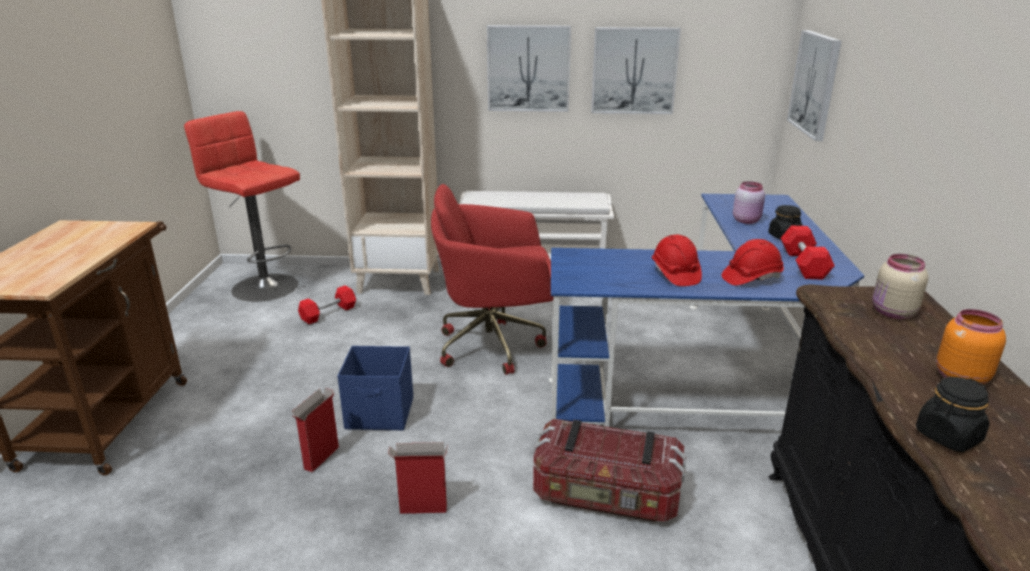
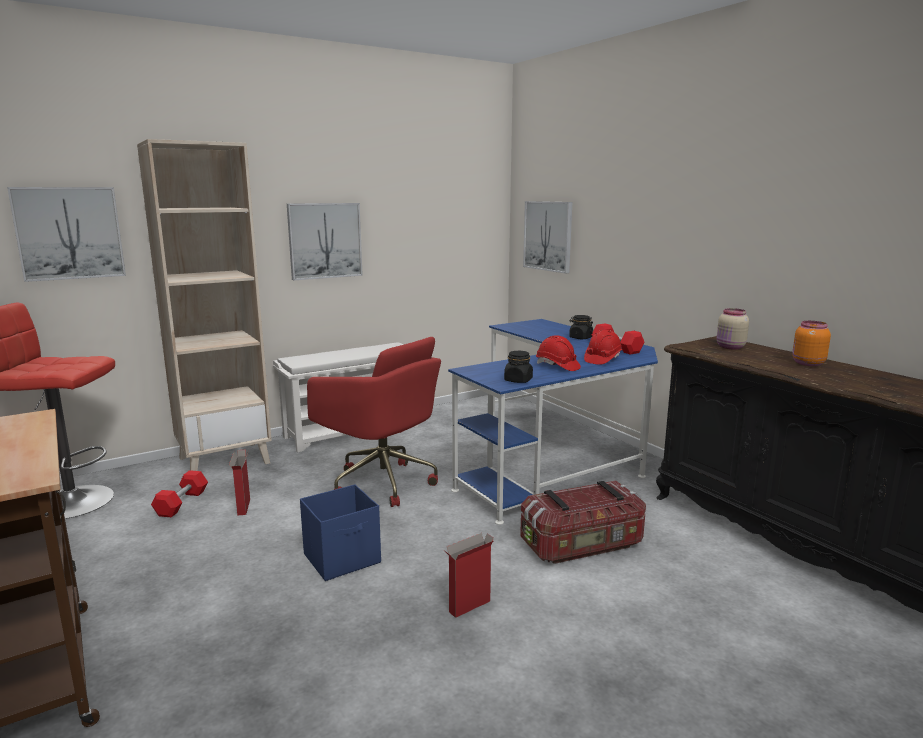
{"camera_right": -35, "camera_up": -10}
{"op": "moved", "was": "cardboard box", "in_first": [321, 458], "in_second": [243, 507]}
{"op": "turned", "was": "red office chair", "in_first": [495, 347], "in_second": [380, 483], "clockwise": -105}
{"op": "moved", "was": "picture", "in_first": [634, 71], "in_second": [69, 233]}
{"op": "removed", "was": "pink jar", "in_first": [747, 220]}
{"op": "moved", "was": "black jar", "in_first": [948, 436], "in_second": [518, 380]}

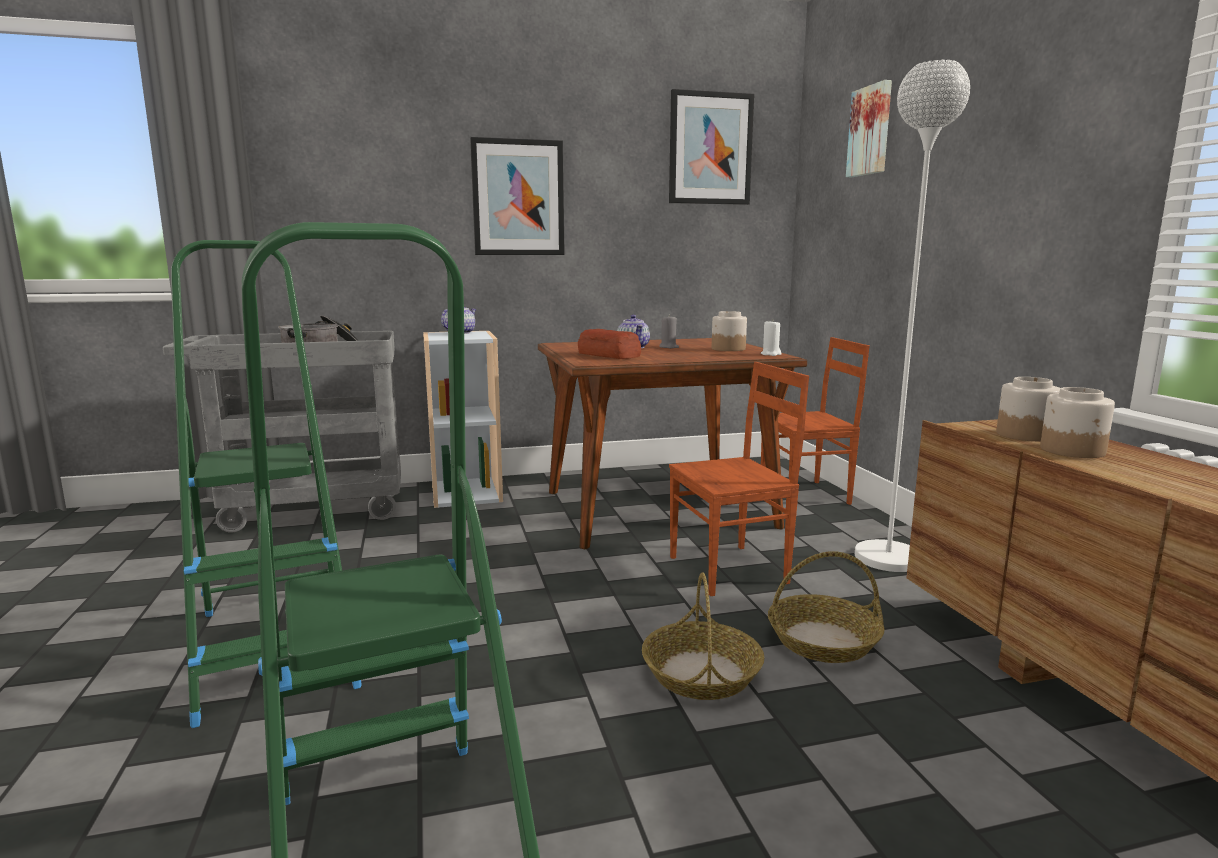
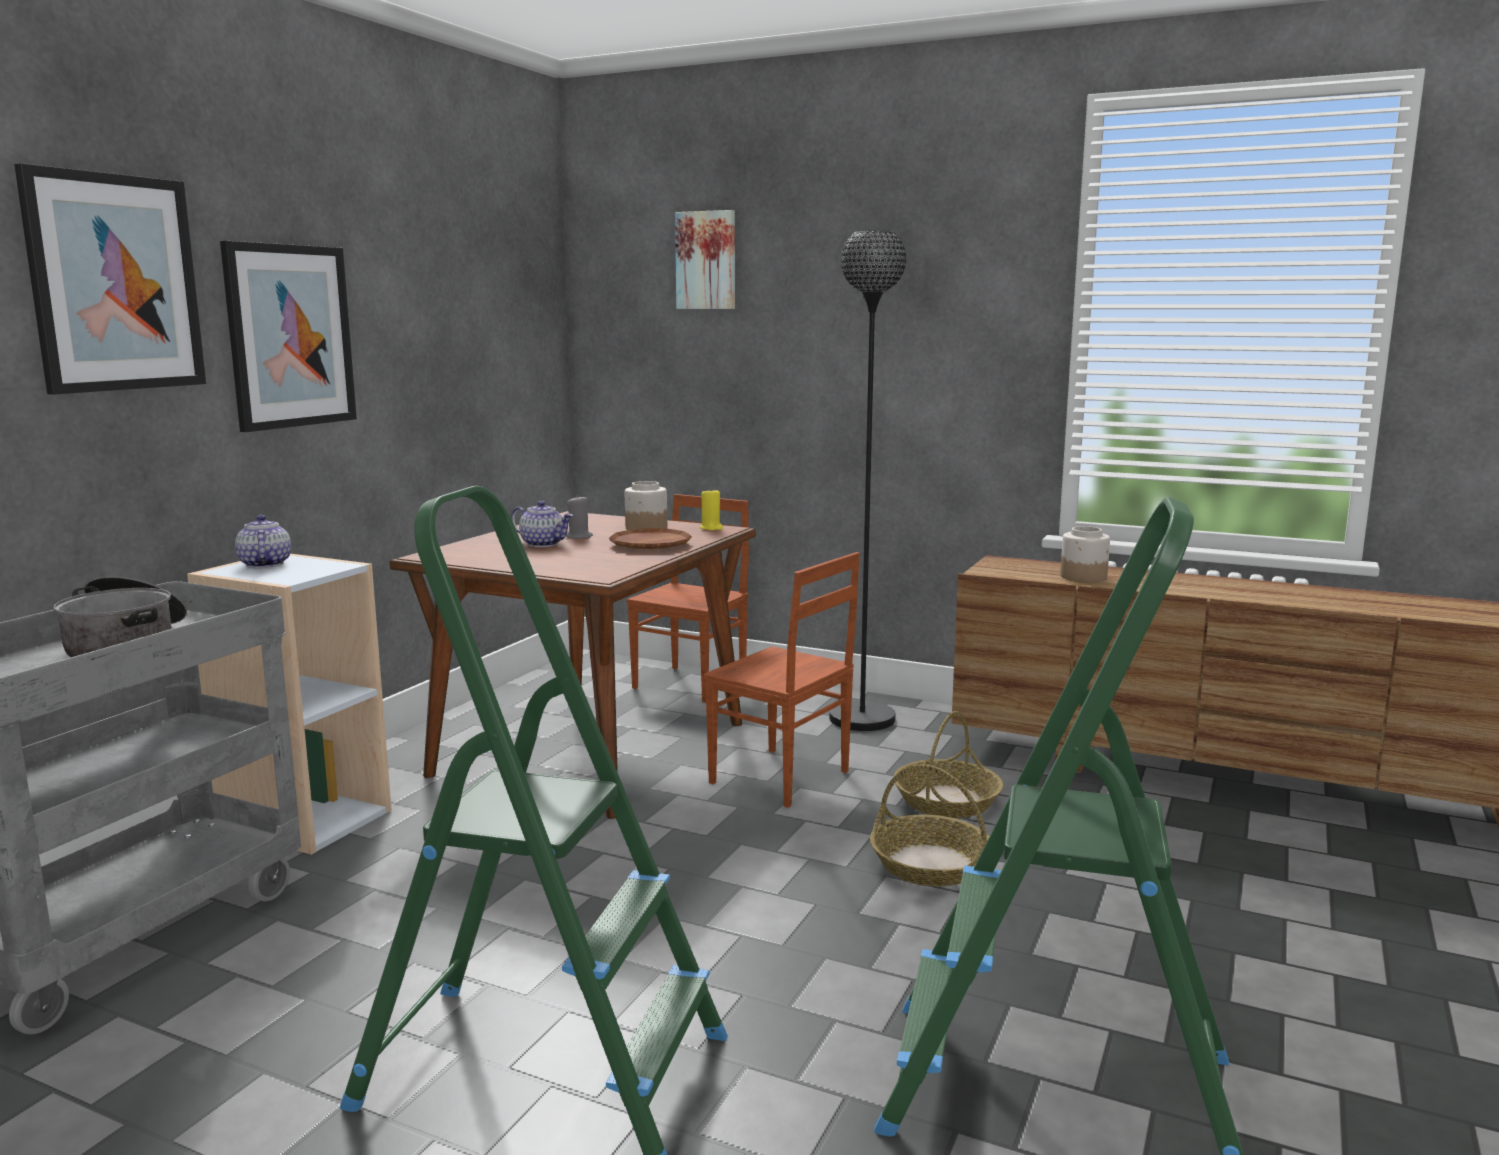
{"camera_right": -50, "camera_up": 0}
{"op": "removed", "was": "bread", "in_first": [609, 355]}
{"op": "moved", "was": "picture", "in_first": [710, 149], "in_second": [115, 283]}
{"op": "turned", "was": "brown chair", "in_first": [730, 570], "in_second": [780, 778], "clockwise": 105}
{"op": "recoloured", "was": "white candle", "now": "yellow candle", "in_first": [771, 354], "in_second": [711, 528]}
{"op": "recoloured", "was": "white floor lamp", "now": "black floor lamp", "in_first": [887, 558], "in_second": [861, 719]}
{"op": "removed", "was": "jar", "in_first": [1025, 435]}
{"op": "added", "now": "brown plate", "in_second": [650, 545]}

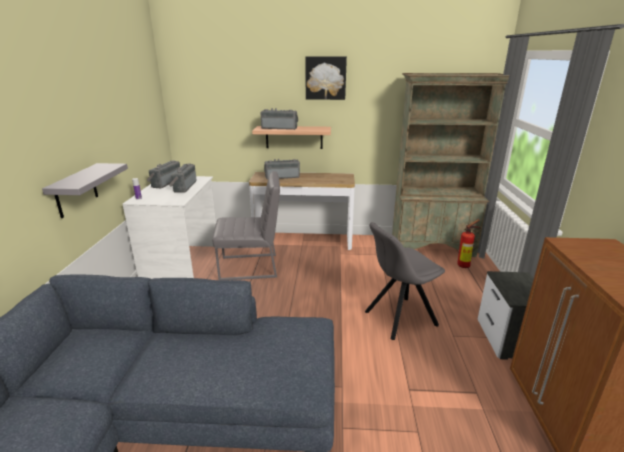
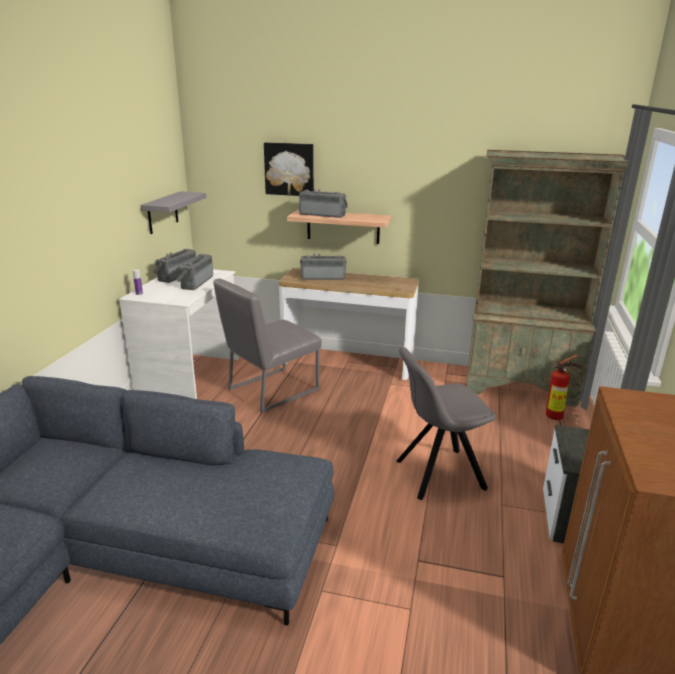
{"camera_right": 10, "camera_up": 0}
{"op": "moved", "was": "grey shelf", "in_first": [76, 190], "in_second": [162, 212]}
{"op": "turned", "was": "grey chair", "in_first": [251, 267], "in_second": [271, 390], "clockwise": 135}
{"op": "moved", "was": "picture", "in_first": [325, 78], "in_second": [289, 169]}

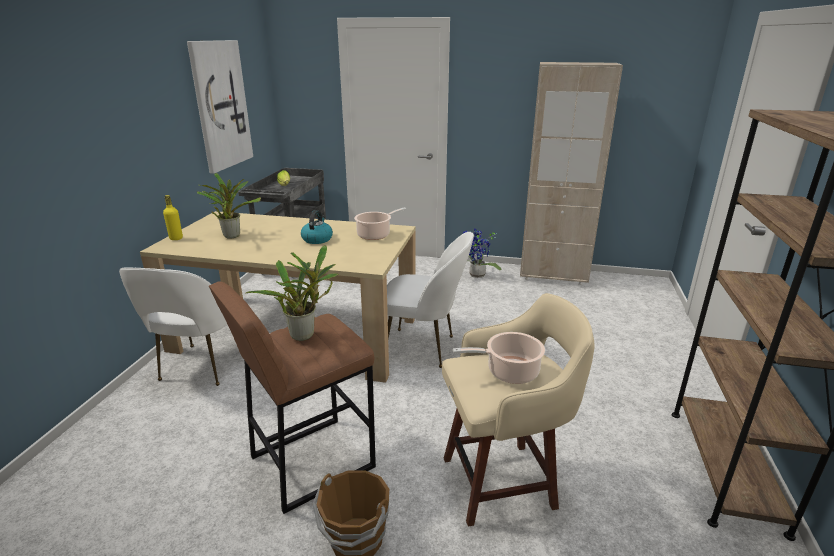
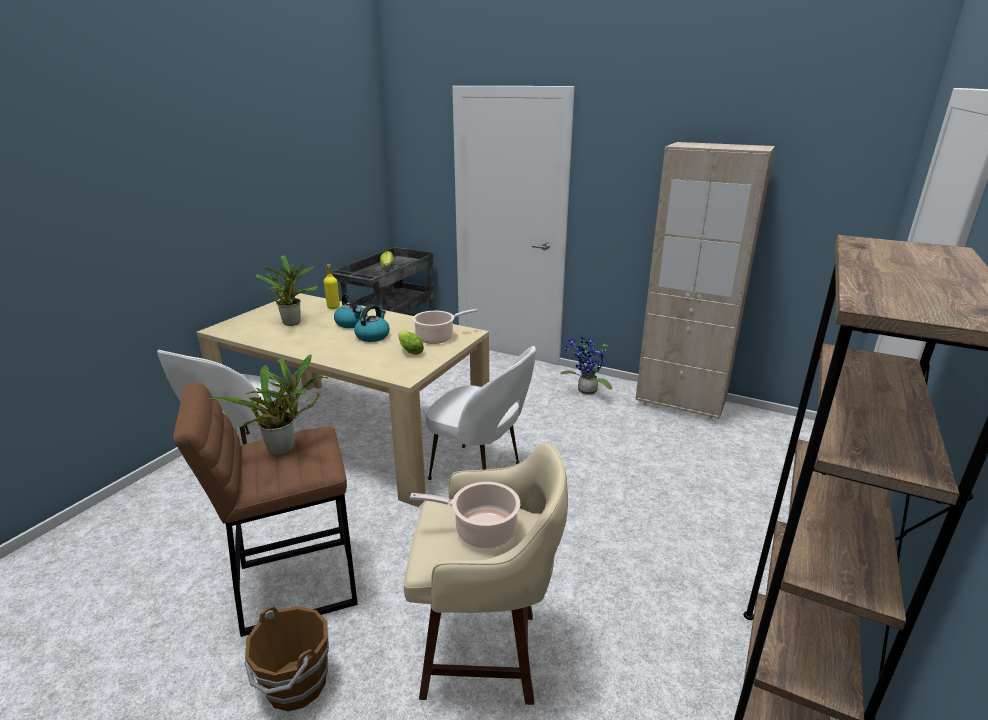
{"camera_right": 15, "camera_up": 0}
{"op": "moved", "was": "yellow bottle", "in_first": [176, 238], "in_second": [333, 307]}
{"op": "removed", "was": "picture", "in_first": [220, 105]}
{"op": "added", "now": "kettle", "in_second": [352, 323]}
{"op": "added", "now": "lettuce", "in_second": [409, 350]}

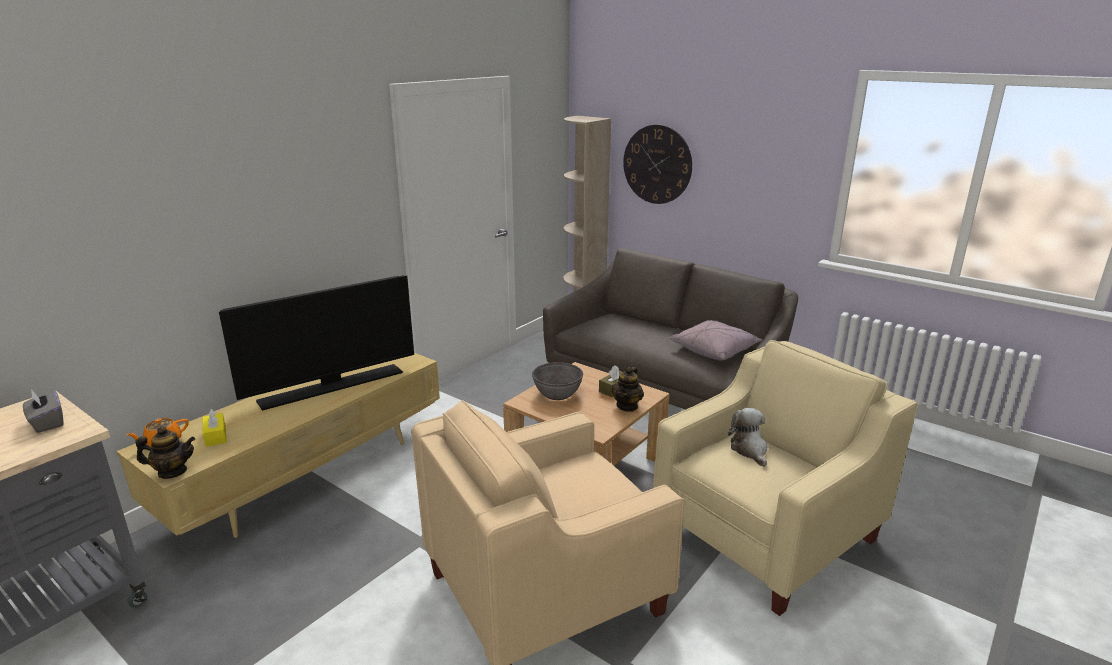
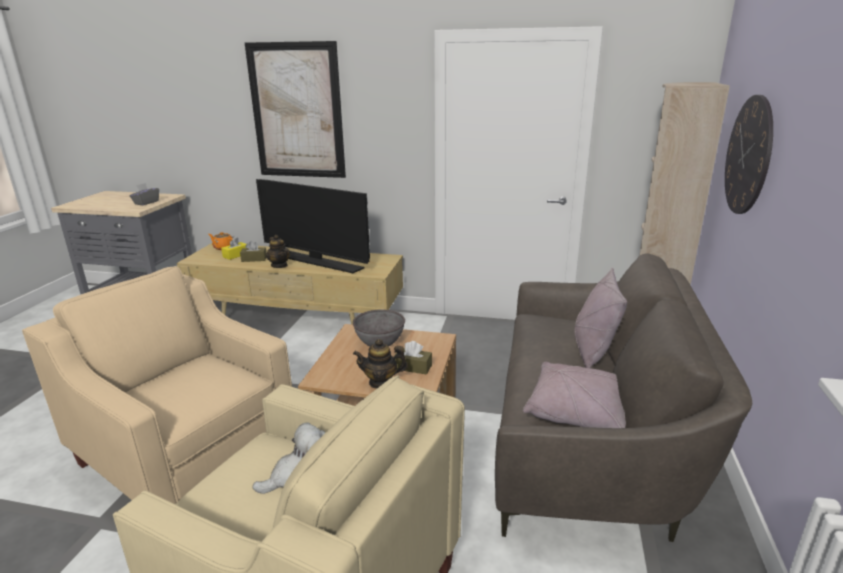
{"camera_right": 65, "camera_up": 0}
{"op": "moved", "was": "teapot", "in_first": [172, 472], "in_second": [279, 265]}
{"op": "added", "now": "brown tissue box", "in_second": [254, 259]}
{"op": "added", "now": "picture", "in_second": [297, 111]}
{"op": "added", "now": "purple pillow", "in_second": [592, 351]}

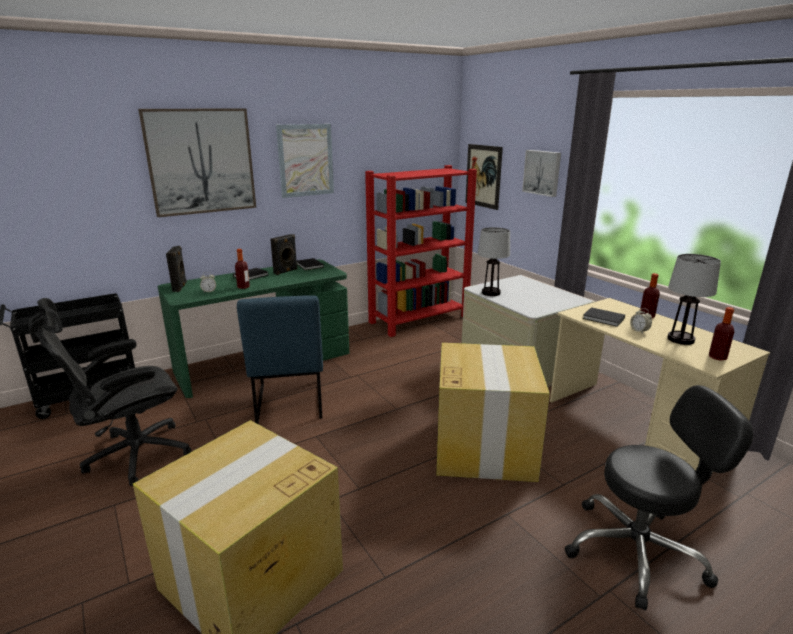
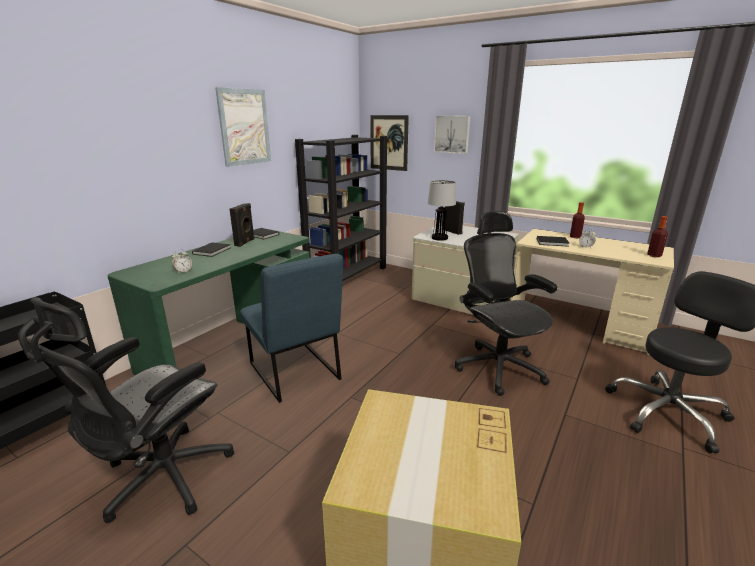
{"camera_right": -25, "camera_up": 0}
{"op": "removed", "was": "picture", "in_first": [201, 161]}
{"op": "moved", "was": "black speaker", "in_first": [180, 287], "in_second": [453, 231]}
{"op": "removed", "was": "bottle", "in_first": [243, 287]}
{"op": "recoloured", "was": "red bookcase", "now": "black bookcase", "in_first": [419, 319], "in_second": [347, 276]}
{"op": "replaced", "was": "cardboard box", "now": "office chair", "in_first": [484, 447], "in_second": [497, 366]}
{"op": "removed", "was": "table lamp", "in_first": [680, 339]}

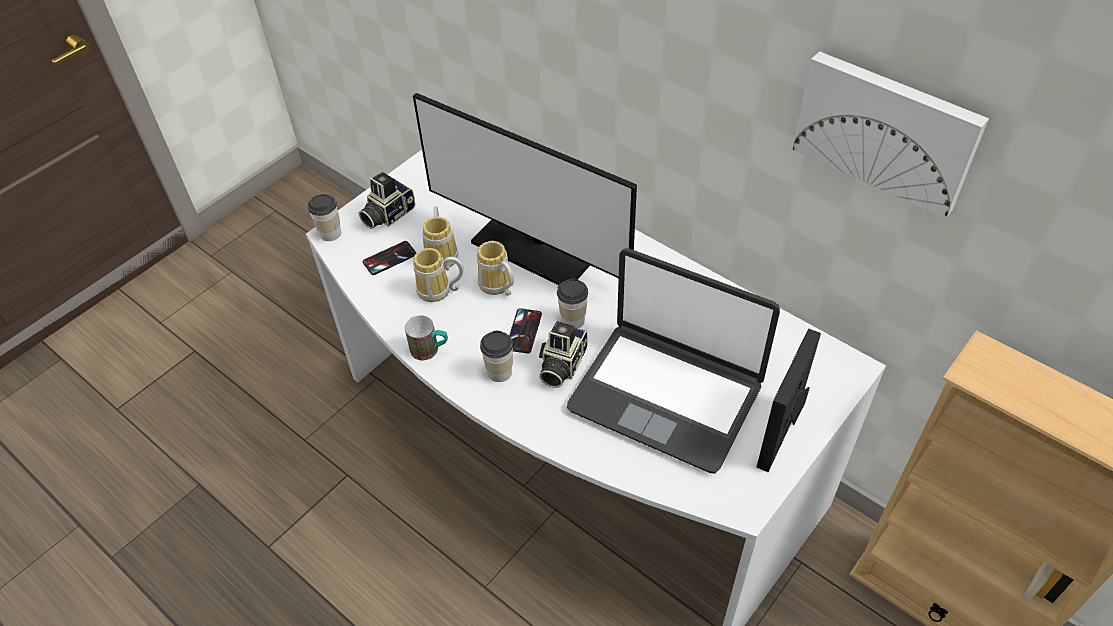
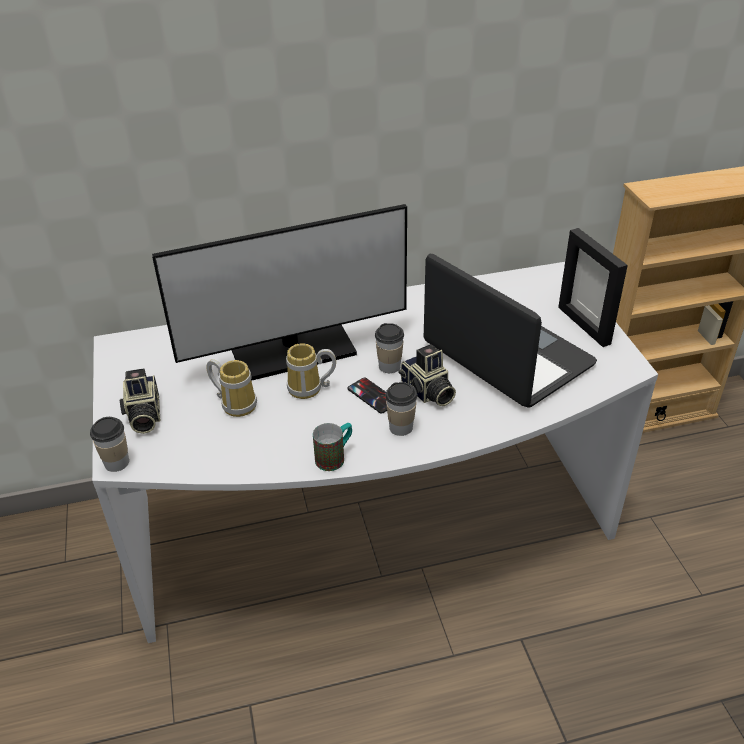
{"camera_right": -55, "camera_up": -10}
{"op": "removed", "was": "phone", "in_first": [389, 258]}
{"op": "removed", "was": "mug", "in_first": [438, 292]}
{"op": "turned", "was": "laptop", "in_first": [666, 395], "in_second": [506, 356], "clockwise": -105}
{"op": "removed", "was": "picture", "in_first": [886, 130]}

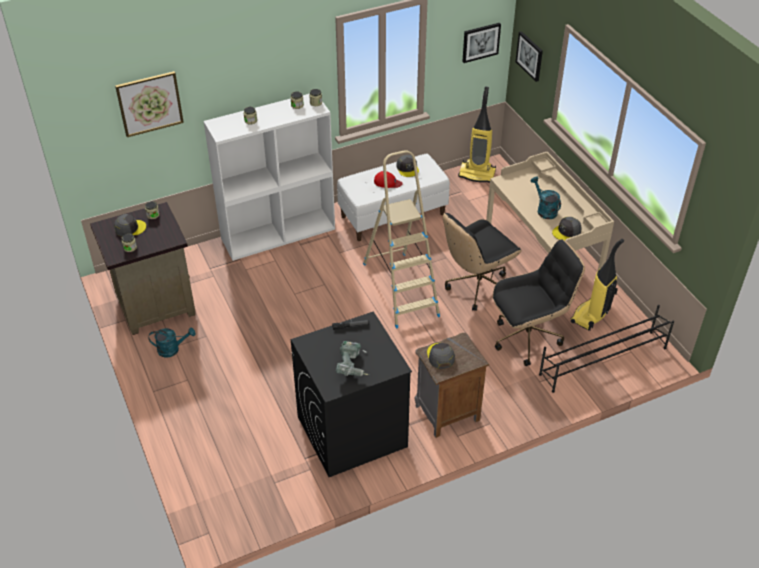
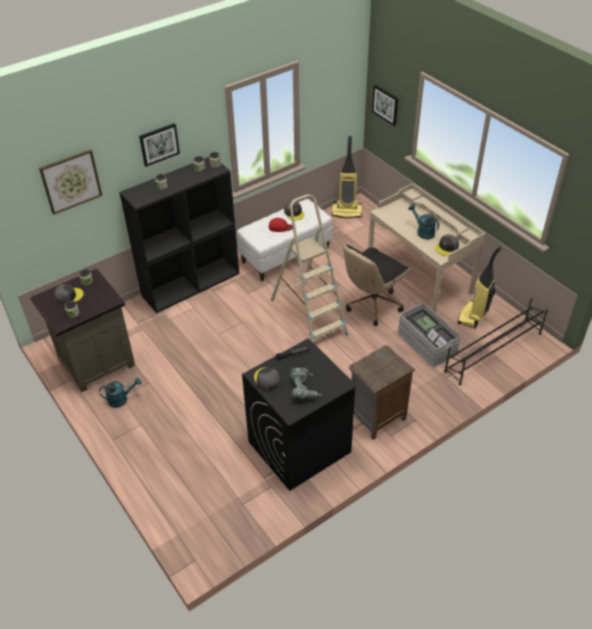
{"camera_right": -10, "camera_up": 0}
{"op": "recoloured", "was": "white bookcase", "now": "black bookcase", "in_first": [278, 233], "in_second": [191, 284]}
{"op": "moved", "was": "grey cap", "in_first": [440, 356], "in_second": [267, 380]}
{"op": "moved", "was": "picture", "in_first": [480, 42], "in_second": [159, 144]}
{"op": "replaced", "was": "black office chair", "now": "grey storage box", "in_first": [529, 339], "in_second": [427, 343]}

